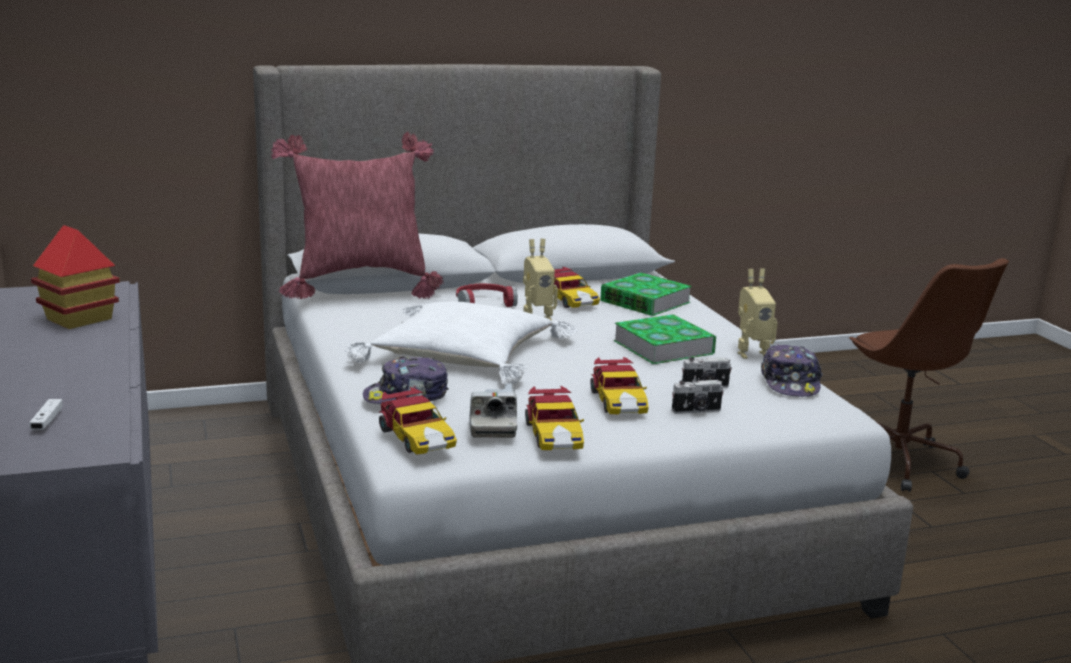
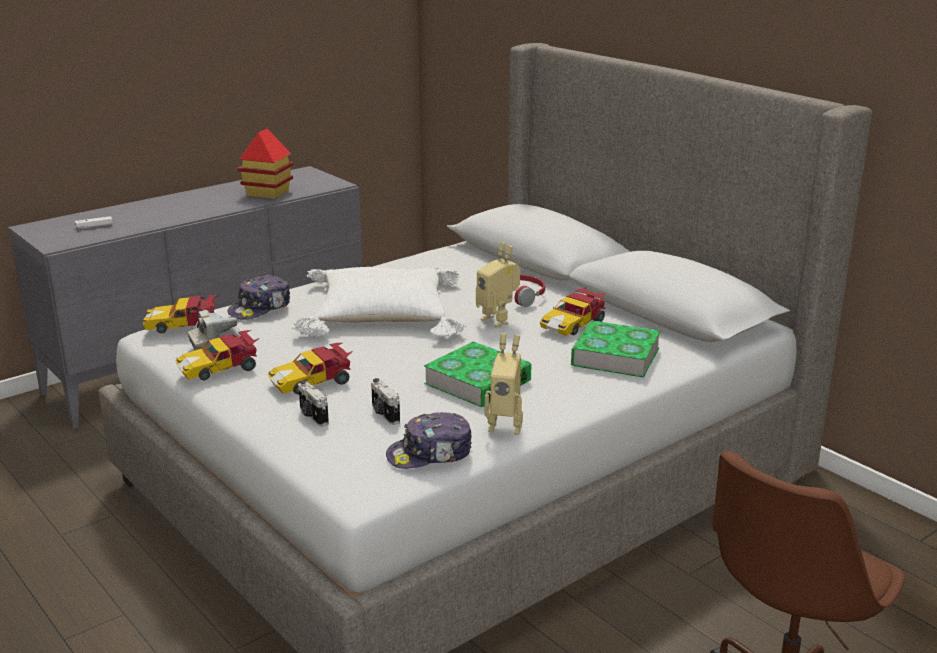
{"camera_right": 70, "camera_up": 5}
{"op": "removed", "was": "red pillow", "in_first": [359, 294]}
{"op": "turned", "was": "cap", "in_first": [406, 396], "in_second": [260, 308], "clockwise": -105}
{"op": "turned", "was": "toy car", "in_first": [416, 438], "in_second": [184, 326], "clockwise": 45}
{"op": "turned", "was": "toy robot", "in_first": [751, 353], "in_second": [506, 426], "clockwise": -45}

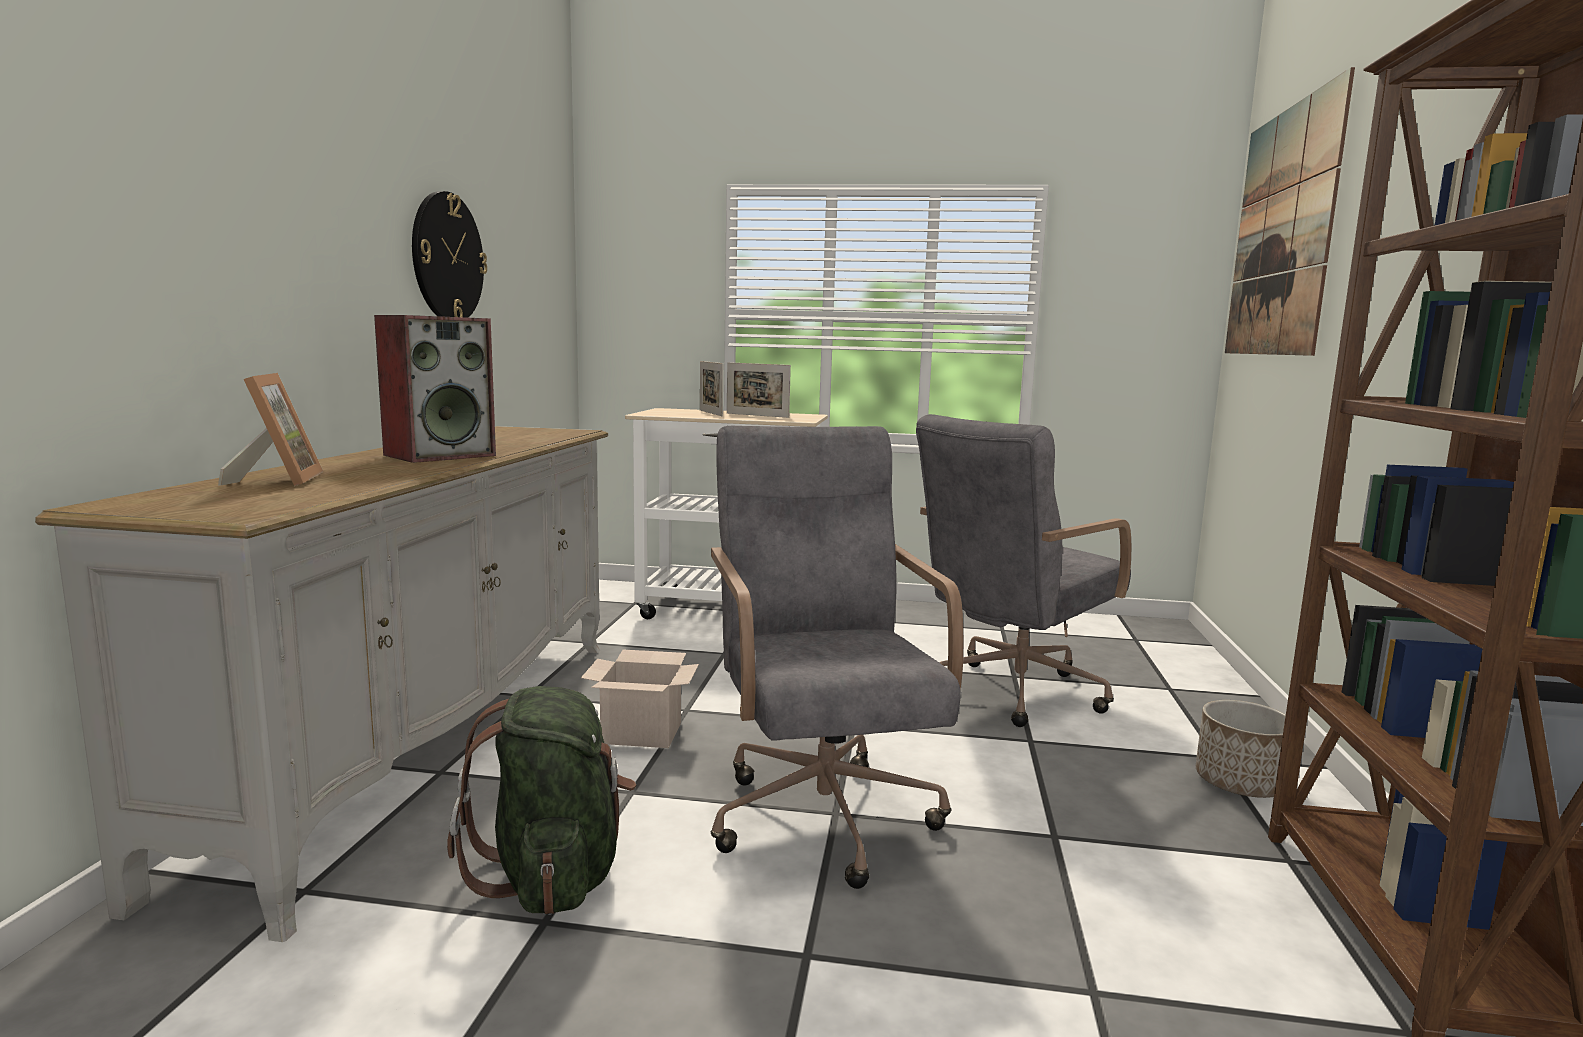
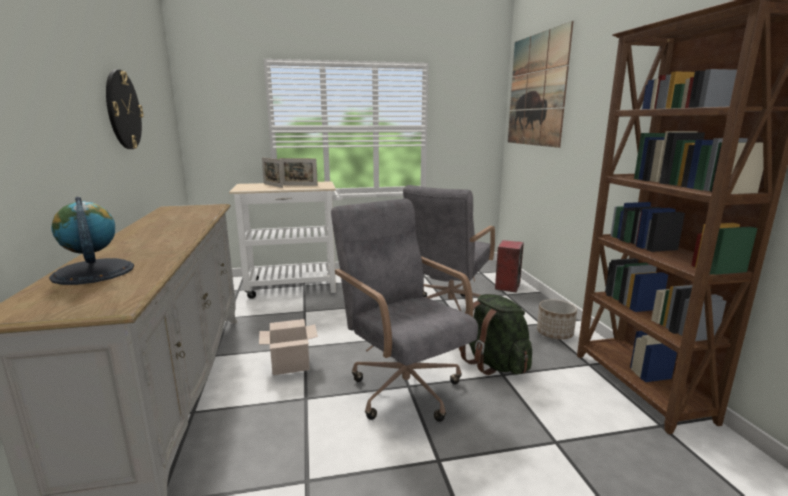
{"camera_right": -20, "camera_up": 5}
{"op": "replaced", "was": "picture frame", "now": "globe", "in_first": [278, 480], "in_second": [93, 272]}
{"op": "moved", "was": "speaker", "in_first": [440, 455], "in_second": [507, 286]}
{"op": "moved", "was": "green backpack", "in_first": [553, 875], "in_second": [494, 364]}

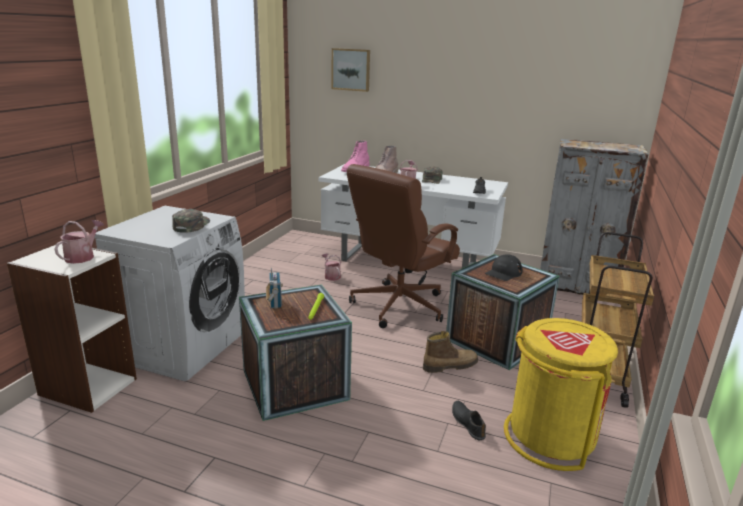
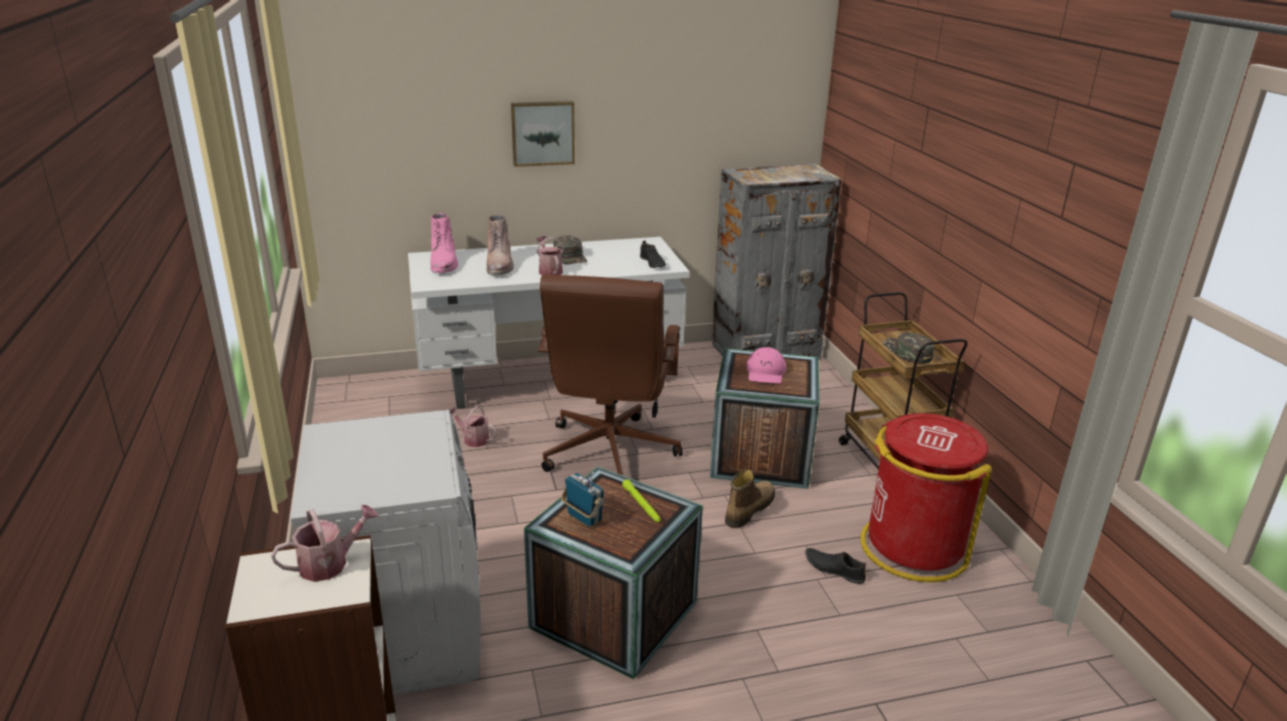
{"camera_right": -35, "camera_up": 5}
{"op": "turned", "was": "watering can", "in_first": [82, 256], "in_second": [330, 563], "clockwise": 75}
{"op": "moved", "was": "green cap", "in_first": [191, 225], "in_second": [907, 352]}
{"op": "moved", "was": "picture", "in_first": [351, 69], "in_second": [542, 133]}
{"op": "recoloured", "was": "black cap", "now": "pink cap", "in_first": [503, 273], "in_second": [765, 373]}
{"op": "recoloured", "was": "yellow trash can", "now": "red trash can", "in_first": [549, 437], "in_second": [912, 548]}

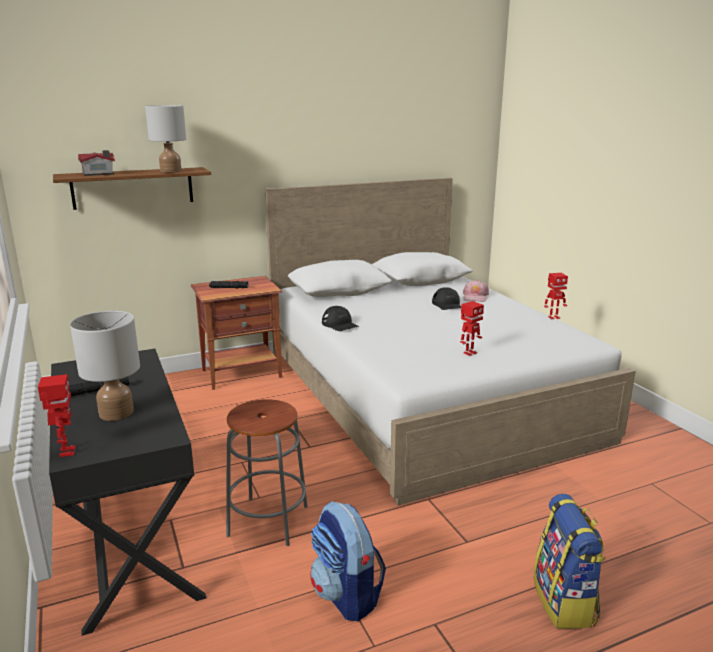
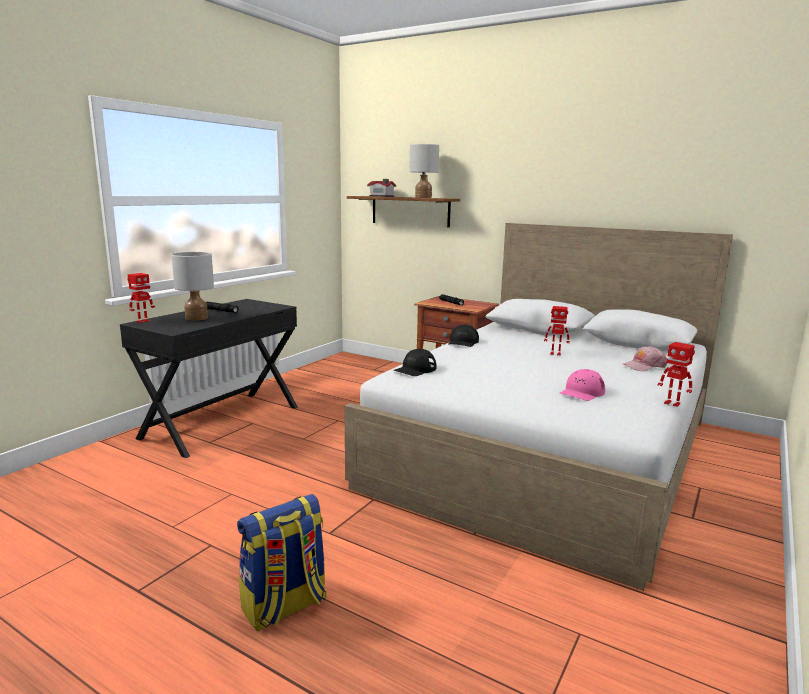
{"camera_right": 55, "camera_up": -5}
{"op": "removed", "was": "grey stool", "in_first": [268, 520]}
{"op": "removed", "was": "backpack", "in_first": [347, 595]}
{"op": "moved", "was": "black cap", "in_first": [447, 304], "in_second": [415, 369]}
{"op": "moved", "was": "toy robot", "in_first": [469, 353], "in_second": [555, 354]}
{"op": "added", "now": "pink cap", "in_second": [582, 392]}

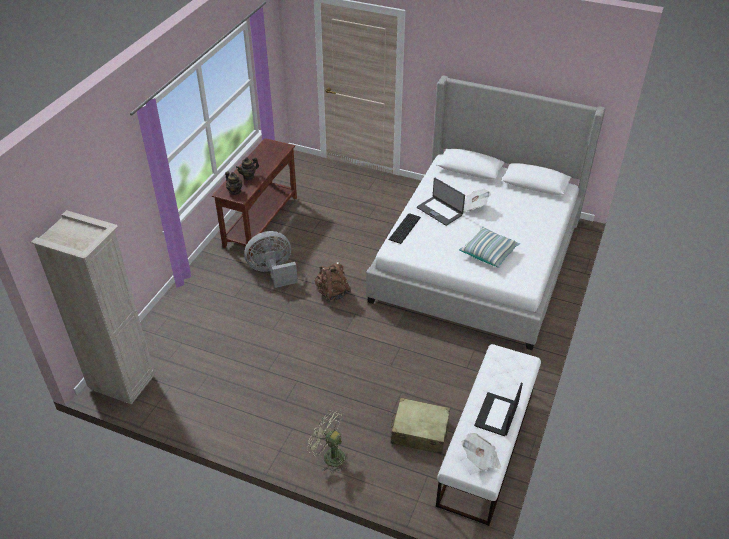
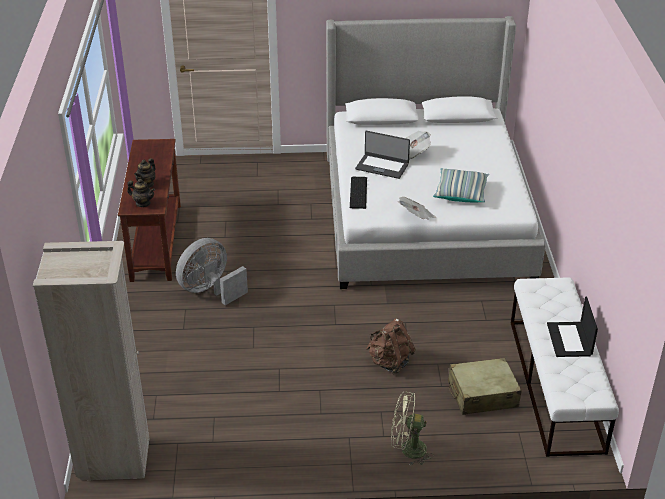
{"camera_right": -25, "camera_up": -5}
{"op": "moved", "was": "brown backpack", "in_first": [332, 293], "in_second": [389, 362]}
{"op": "moved", "was": "newspaper", "in_first": [480, 459], "in_second": [416, 217]}

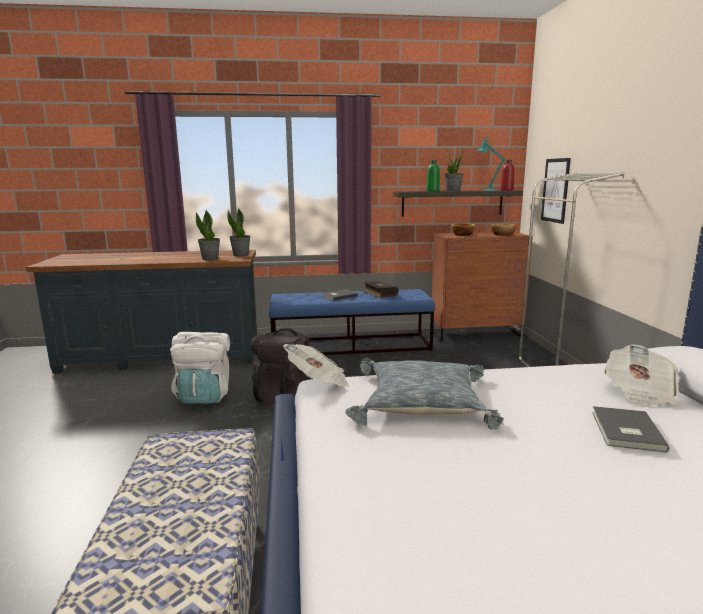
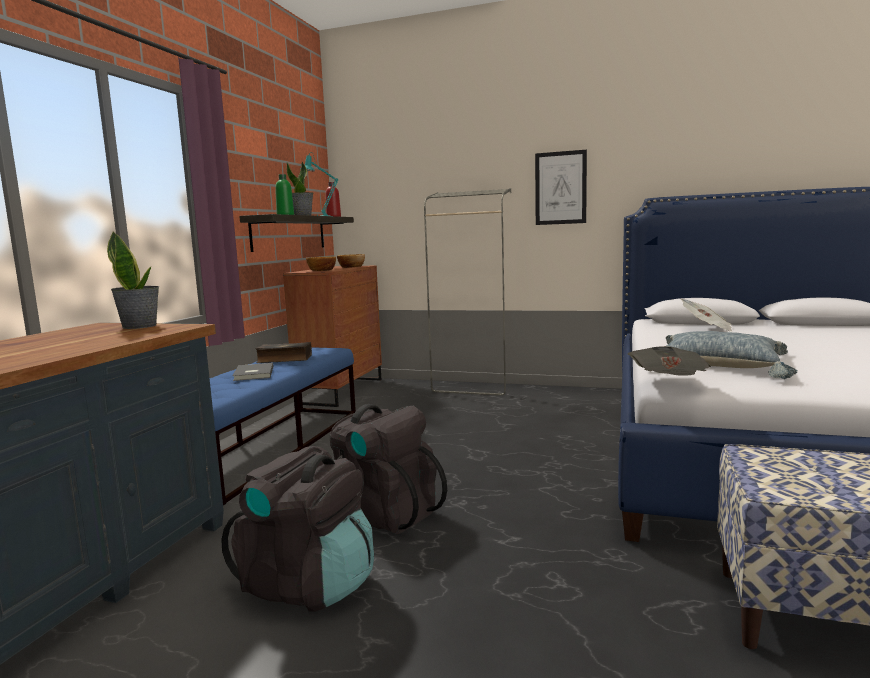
{"camera_right": -65, "camera_up": -5}
{"op": "recoloured", "was": "white backpack", "now": "black backpack", "in_first": [204, 396], "in_second": [308, 584]}
{"op": "removed", "was": "potted plant", "in_first": [210, 259]}
{"op": "moved", "was": "picture", "in_first": [555, 190], "in_second": [560, 188]}
{"op": "removed", "was": "grey book", "in_first": [625, 431]}

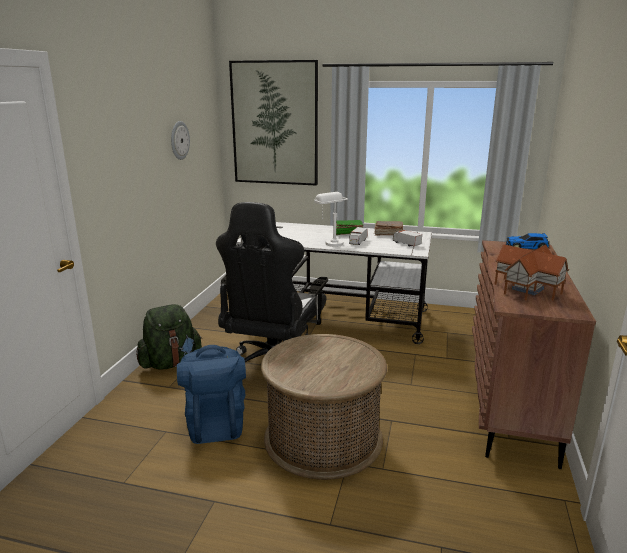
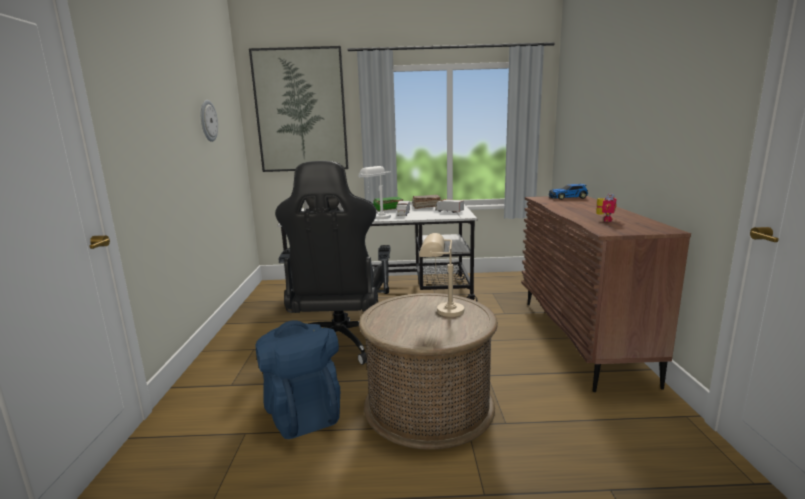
{"camera_right": -15, "camera_up": -5}
{"op": "removed", "was": "green backpack", "in_first": [171, 363]}
{"op": "replaced", "was": "toy house", "now": "toy robot", "in_first": [527, 288], "in_second": [604, 220]}
{"op": "added", "now": "beige table lamp", "in_second": [440, 311]}

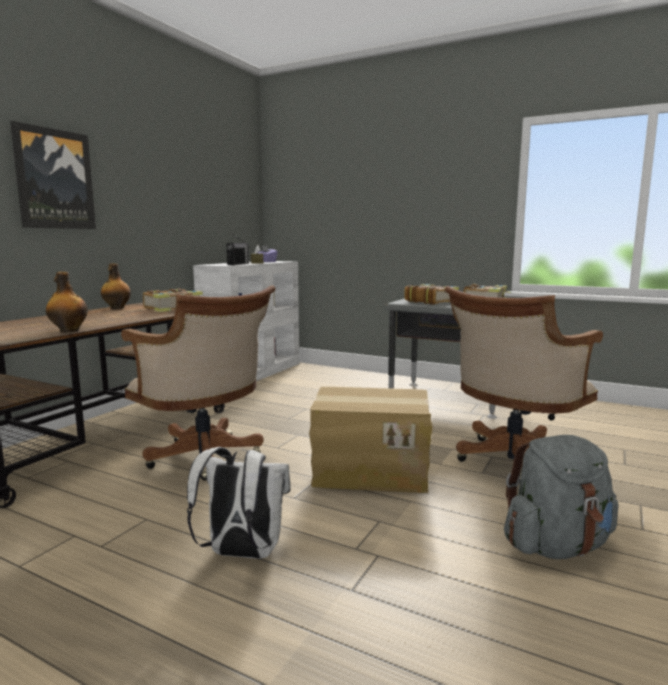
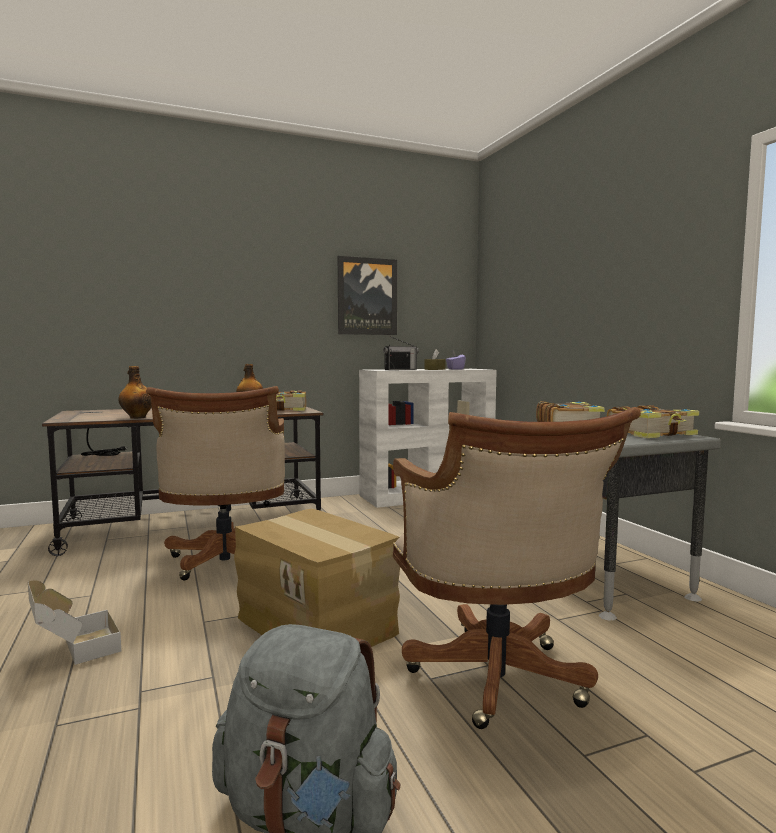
{"camera_right": 40, "camera_up": -5}
{"op": "moved", "was": "picture", "in_first": [54, 179], "in_second": [367, 296]}
{"op": "replaced", "was": "white backpack", "now": "cardboard box", "in_first": [241, 553], "in_second": [73, 650]}
{"op": "turned", "was": "office chair", "in_first": [510, 461], "in_second": [501, 680], "clockwise": -105}

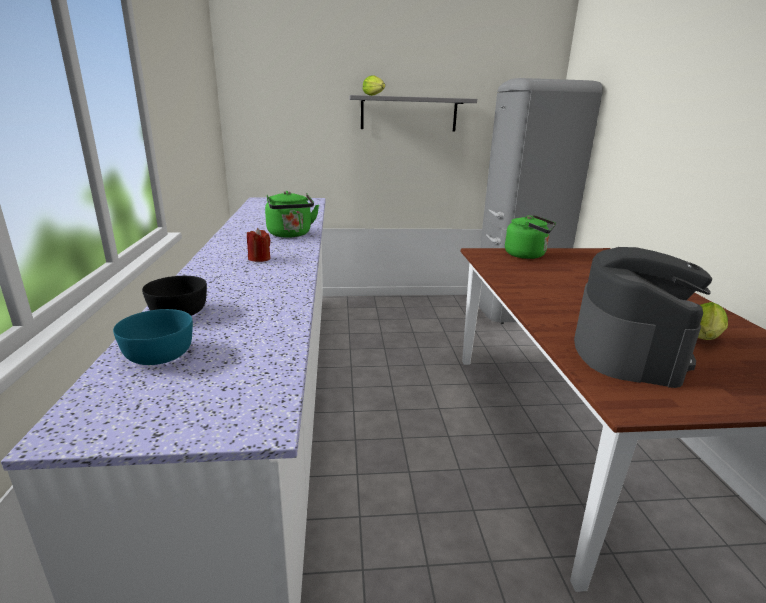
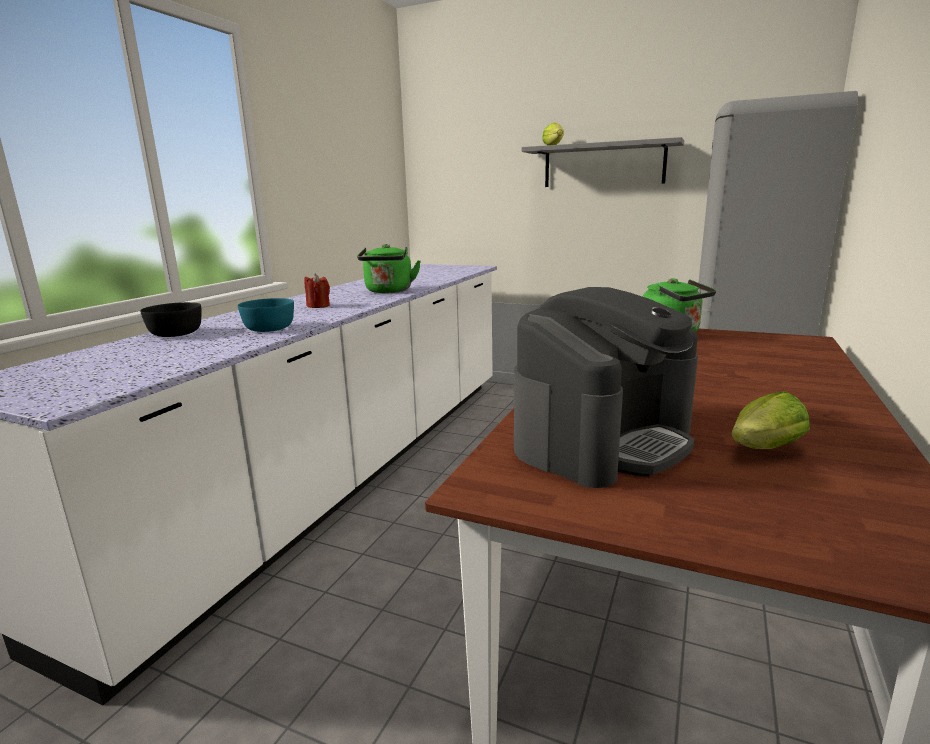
{"camera_right": 30, "camera_up": -5}
{"op": "moved", "was": "turquoise bowl", "in_first": [158, 354], "in_second": [269, 328]}

